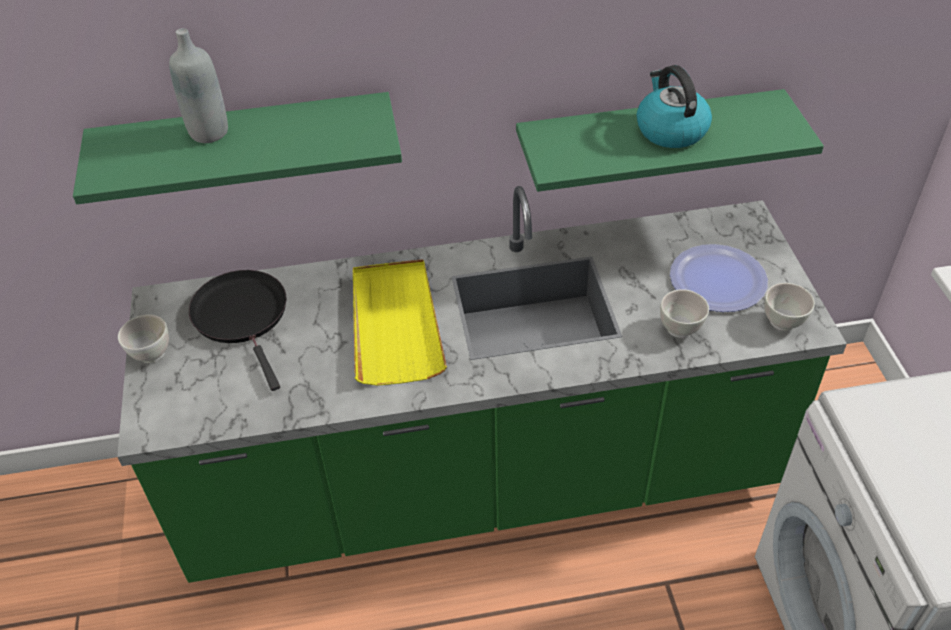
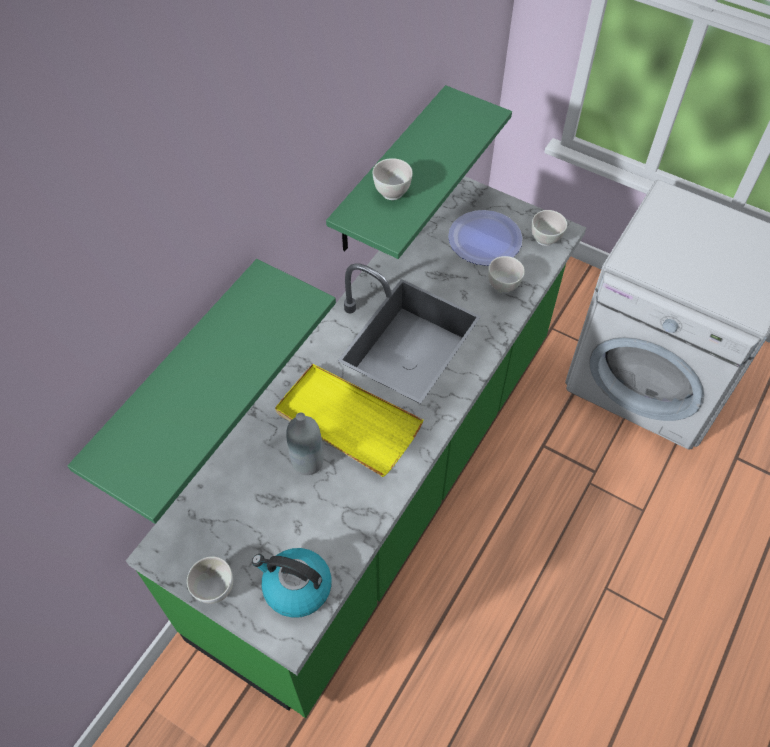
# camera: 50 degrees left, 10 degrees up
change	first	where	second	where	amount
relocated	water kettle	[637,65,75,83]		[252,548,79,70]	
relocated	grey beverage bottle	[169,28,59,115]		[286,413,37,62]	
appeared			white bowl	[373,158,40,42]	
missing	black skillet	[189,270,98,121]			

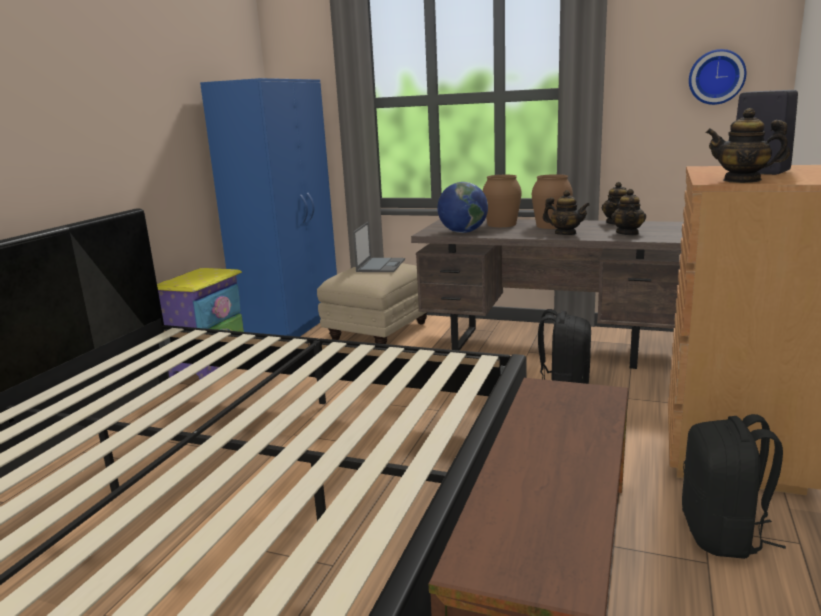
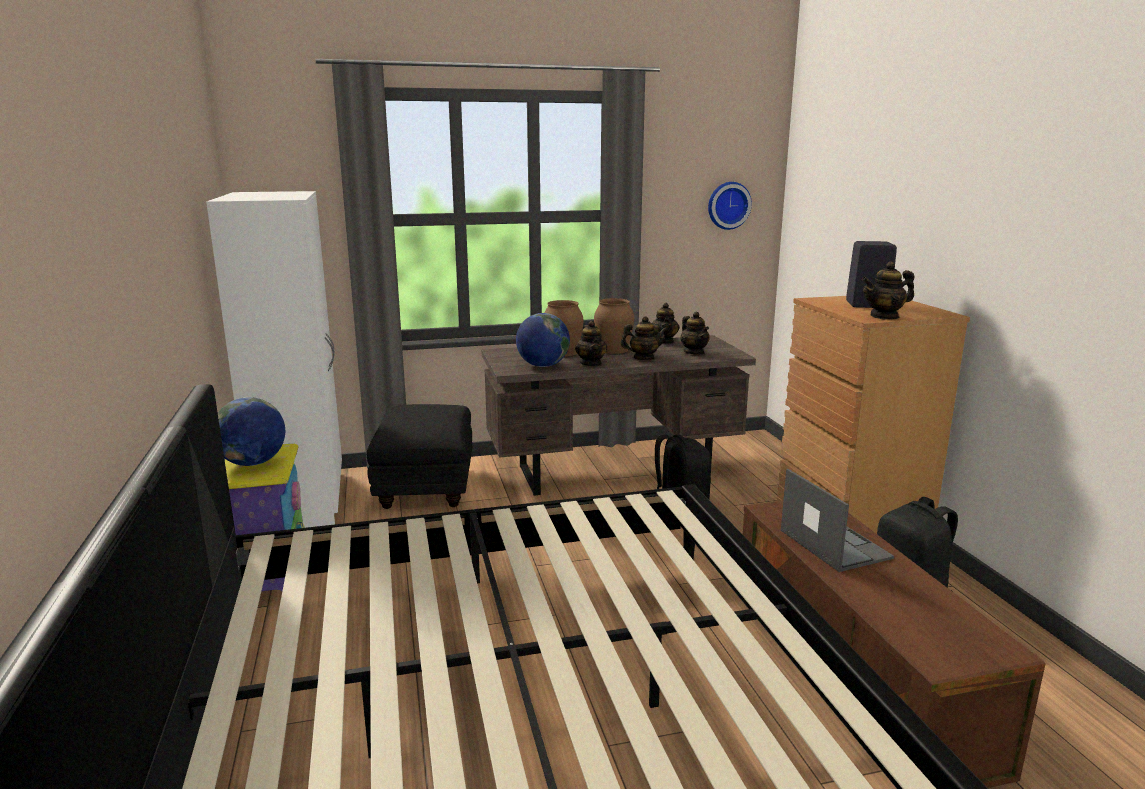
# camera: 35 degrees left, 0 degrees up
change	first	where	second	where	amount
colour	blue clothes cupboard	[200,78,137,259]	white clothes cupboard	[206,191,136,337]	
appeared			globe	[218,397,67,69]	
colour	beige-coloured ottoman	[317,263,110,81]	black ottoman	[367,404,106,105]	
appeared			pot for tea	[575,321,32,45]	
relocated	laptop	[353,222,52,50]		[781,469,113,103]	

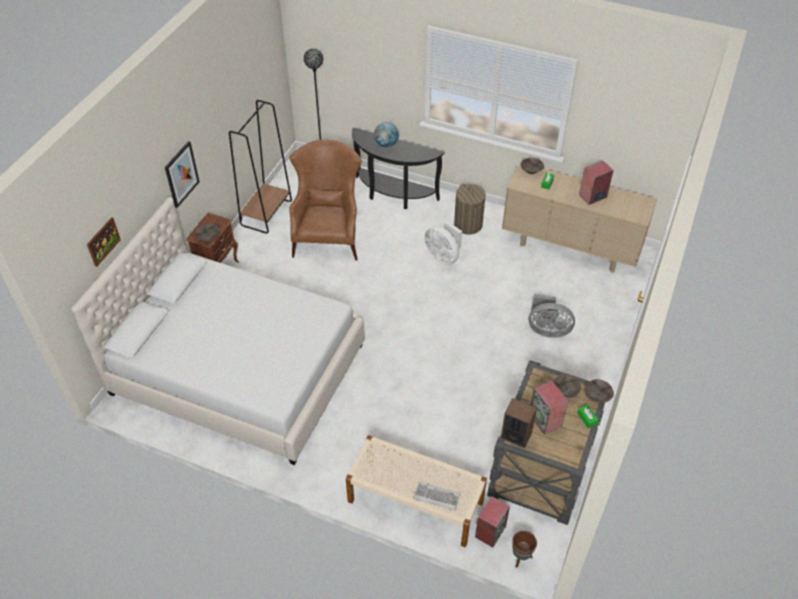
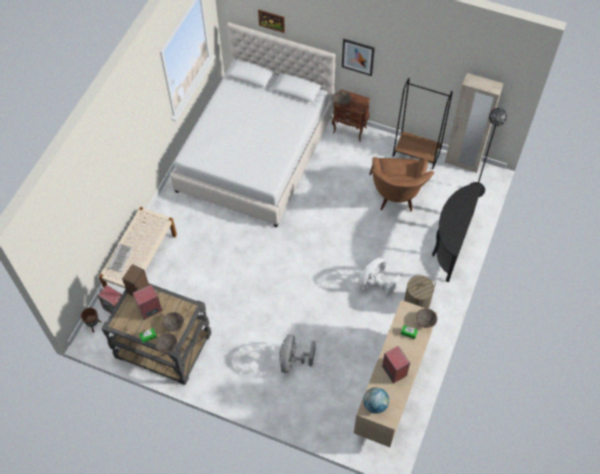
# camera: 90 degrees right, 10 degrees up
change	first	where	second	where	amount
relocated	globe	[374,122,25,25]		[363,387,26,27]	
spun	brown-coloured easy chair	[289,140,73,121]		[369,157,65,55]	90 degrees clockwise
appeared			beige-coloured clothes cupboard	[445,73,59,100]	

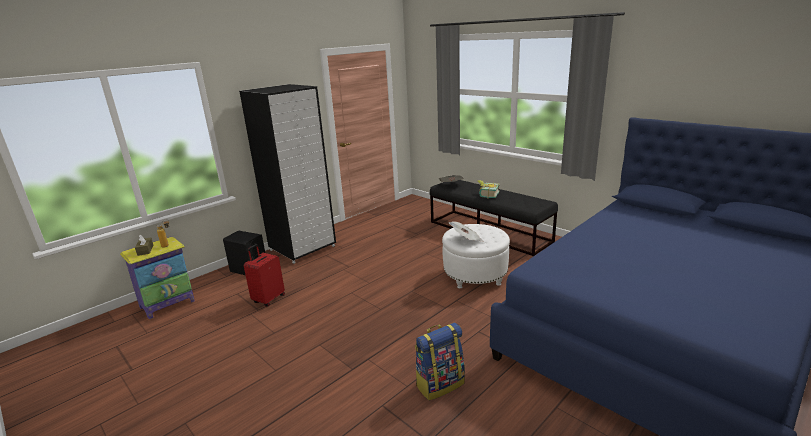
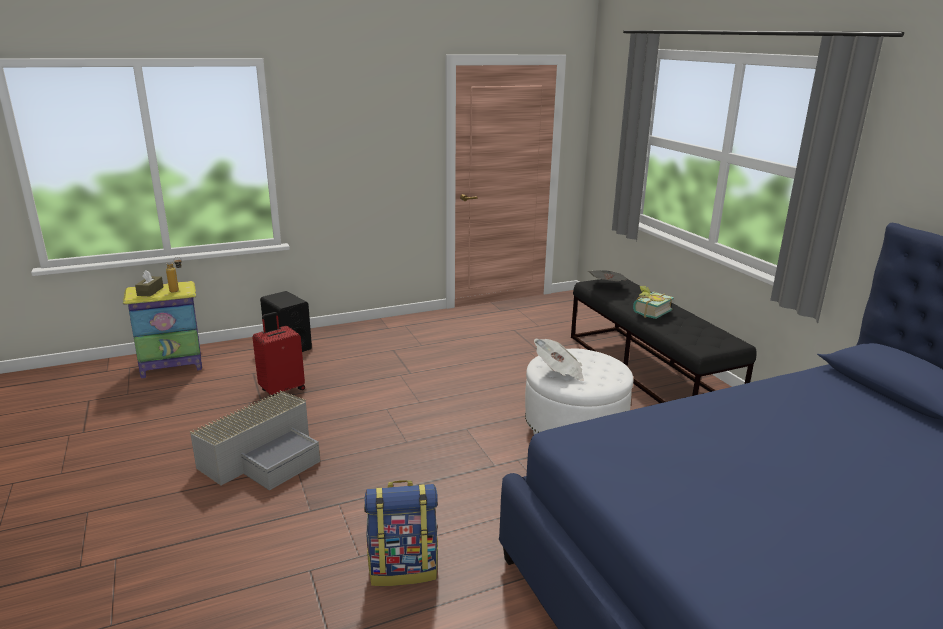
# camera: 20 degrees right, 0 degrees up
change	first	where	second	where	amount
appeared			grey storage bin	[190,391,130,100]	
missing	clothes cupboard	[239,84,97,180]			

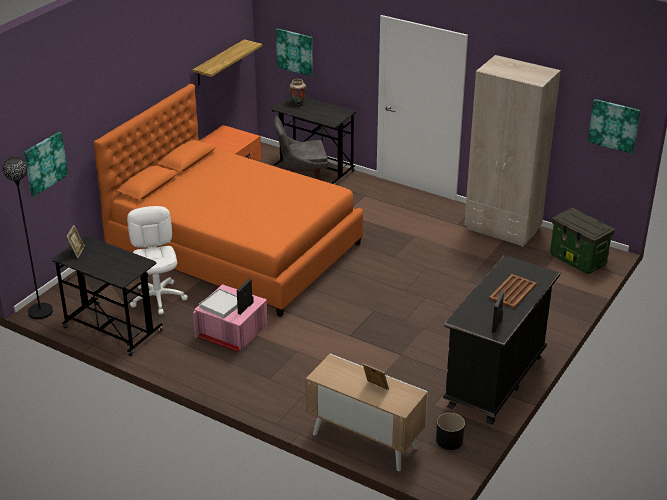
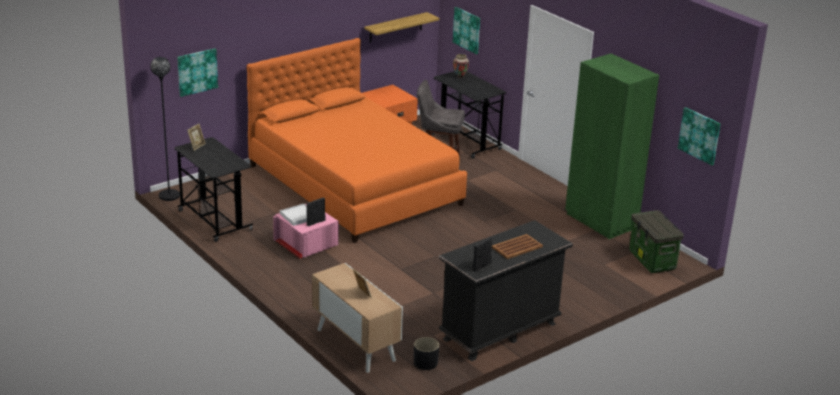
# camera: 20 degrees right, 5 degrees down
change	first	where	second	where	amount
colour	beige-coloured clothes cupboard	[464,55,97,192]	green clothes cupboard	[565,54,94,186]	
missing	white office chair	[127,206,61,109]			

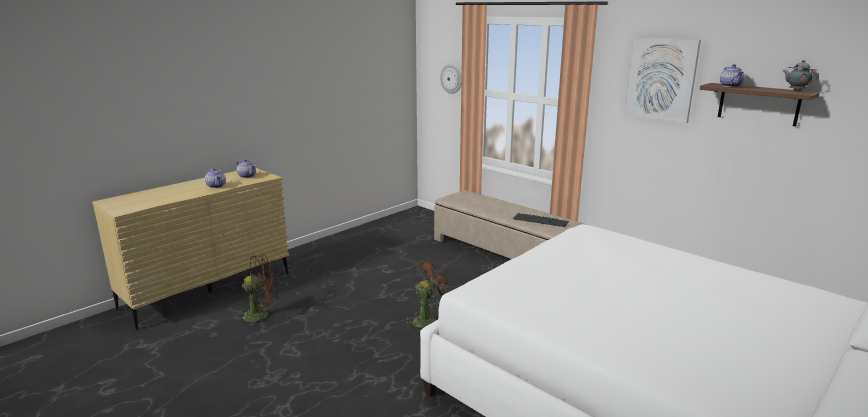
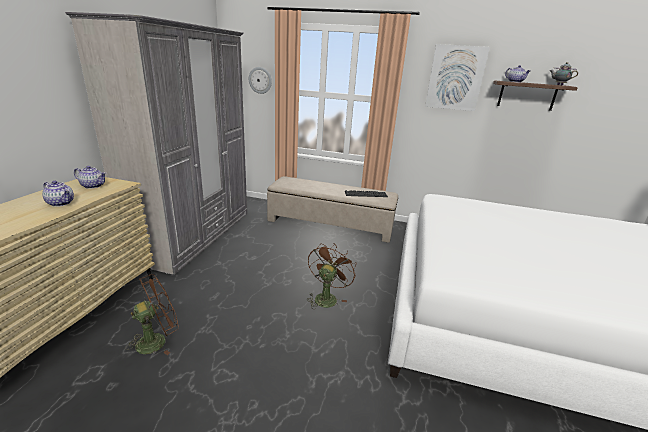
# camera: 30 degrees left, 5 degrees up
change	first	where	second	where	amount
appeared			grey clothes cupboard	[65,12,182,263]	

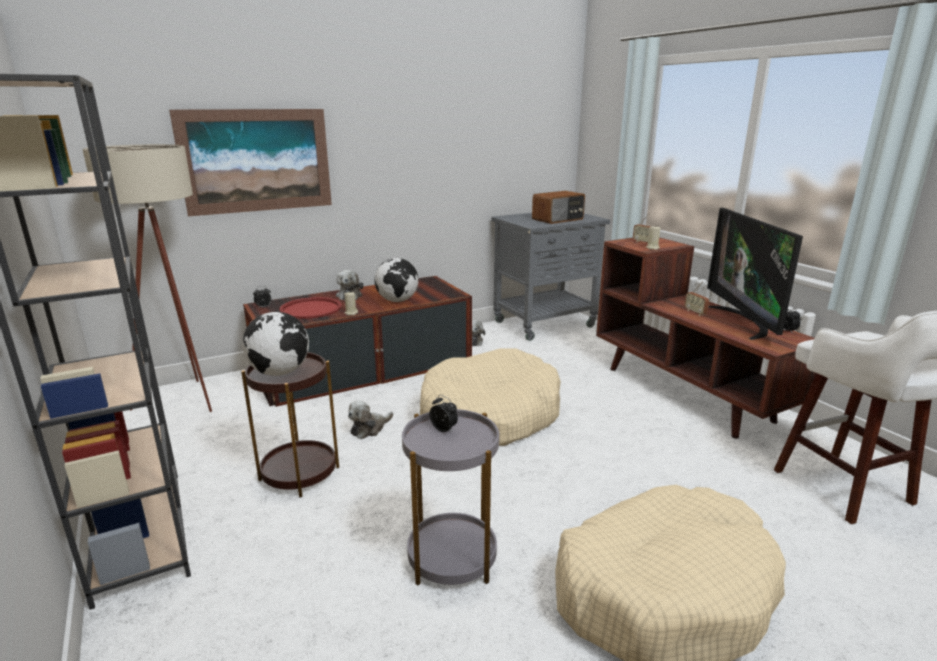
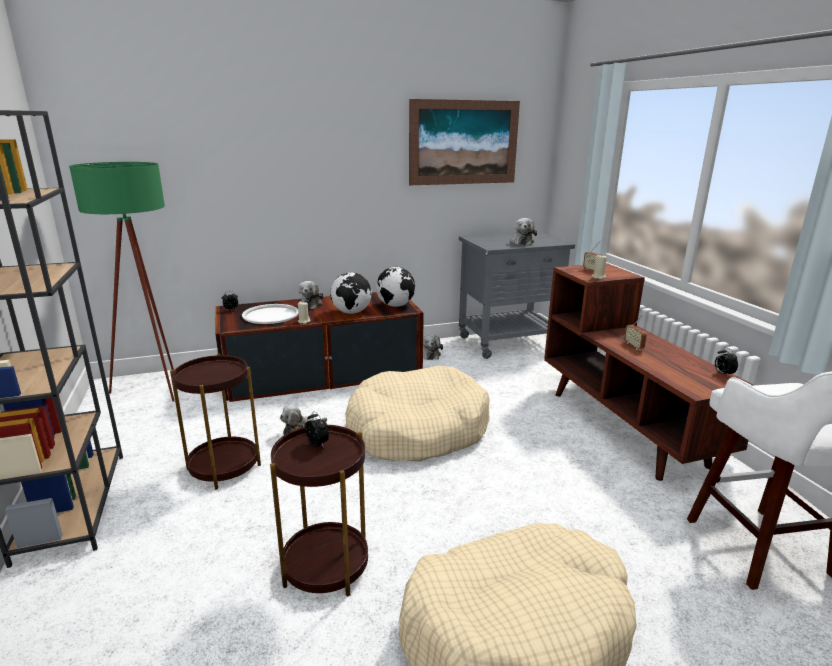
# camera: 10 degrees right, 0 degrees up
change	first	where	second	where	amount
colour	beige-coloured floor lamp	[82,144,130,268]	green floor lamp	[69,162,106,240]	
colour	reddish tray	[279,297,63,22]	white tray	[242,304,57,20]	
colour	grey accent table	[402,409,97,176]	brown-coloured accent table	[270,425,98,172]	
relocated	globe	[242,312,67,64]		[376,267,39,40]	
relocated	picture	[169,109,163,107]		[409,99,111,86]	
exchanged	radio receiver	[532,191,53,33]	cuddly toy	[511,218,26,27]	
missing	television	[707,208,96,132]			

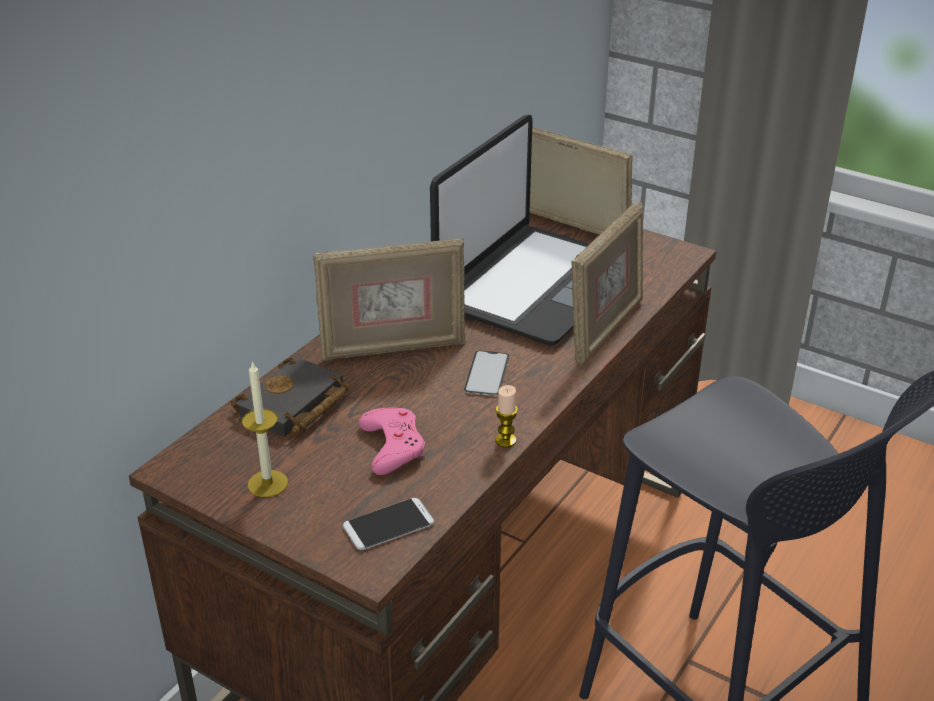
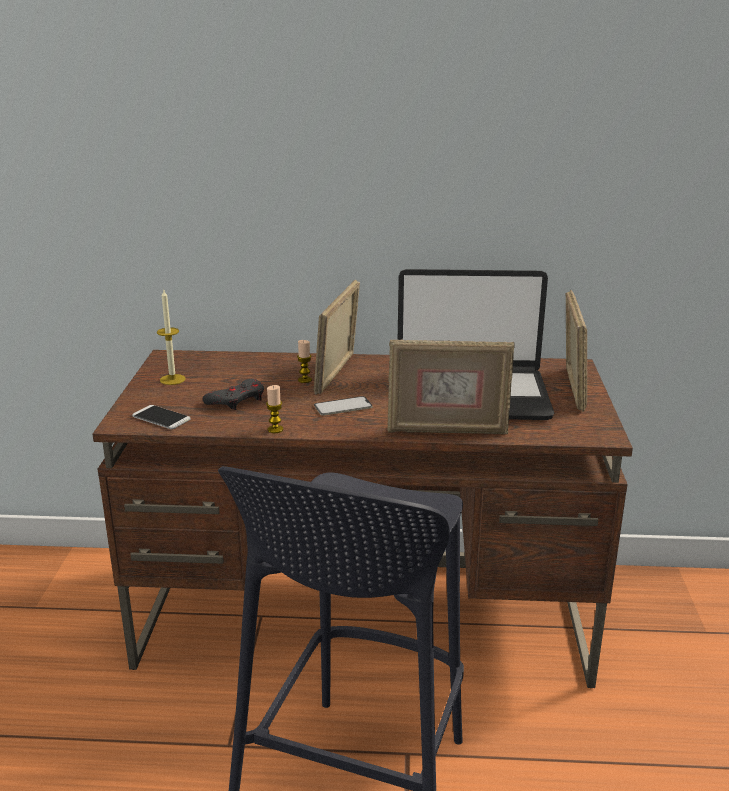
# camera: 60 degrees right, 10 degrees down
change	first	where	second	where	amount
colour	pink-coloured joypad	[359,408,66,67]	grey joypad	[203,379,61,31]	
appeared			candle	[297,340,15,43]	
spun	standing frame	[313,238,152,123]		[314,280,46,115]	60 degrees clockwise
missing	black volume	[231,357,119,80]			

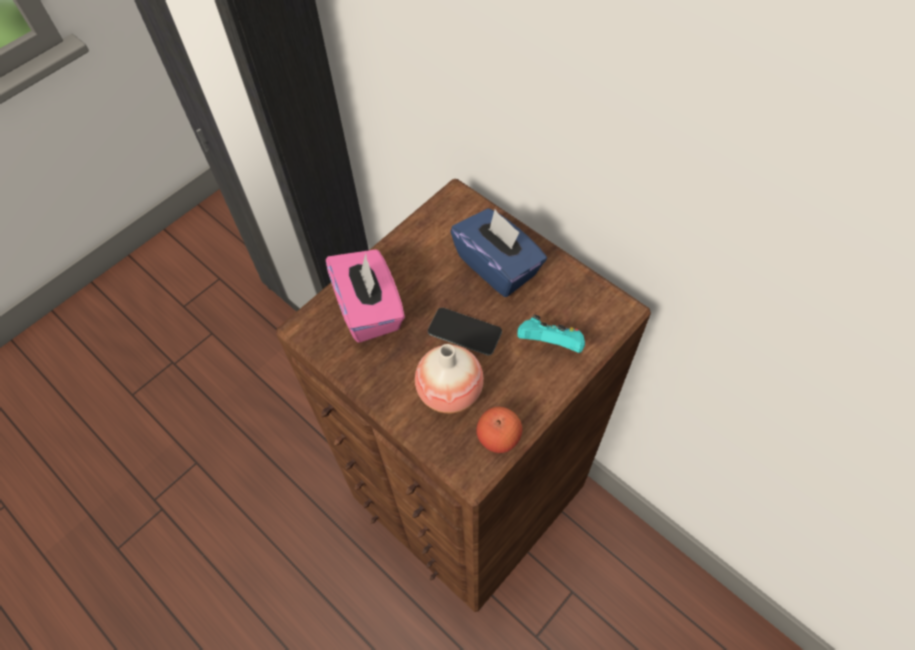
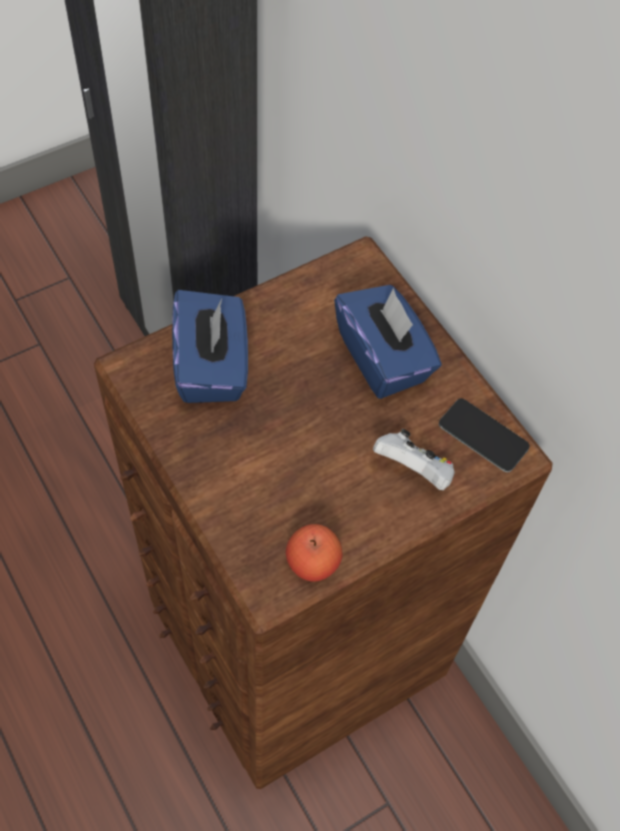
# camera: 10 degrees right, 0 degrees up
change	first	where	second	where	amount
colour	pink-coloured tissue box	[326,249,79,94]	blue tissue box	[172,290,76,113]	
colour	turquoise-coloured joypad	[517,314,68,39]	white joypad	[373,429,82,61]	
relocated	telephone	[428,308,74,47]		[439,399,91,73]	
missing	flower vase	[415,344,69,69]			

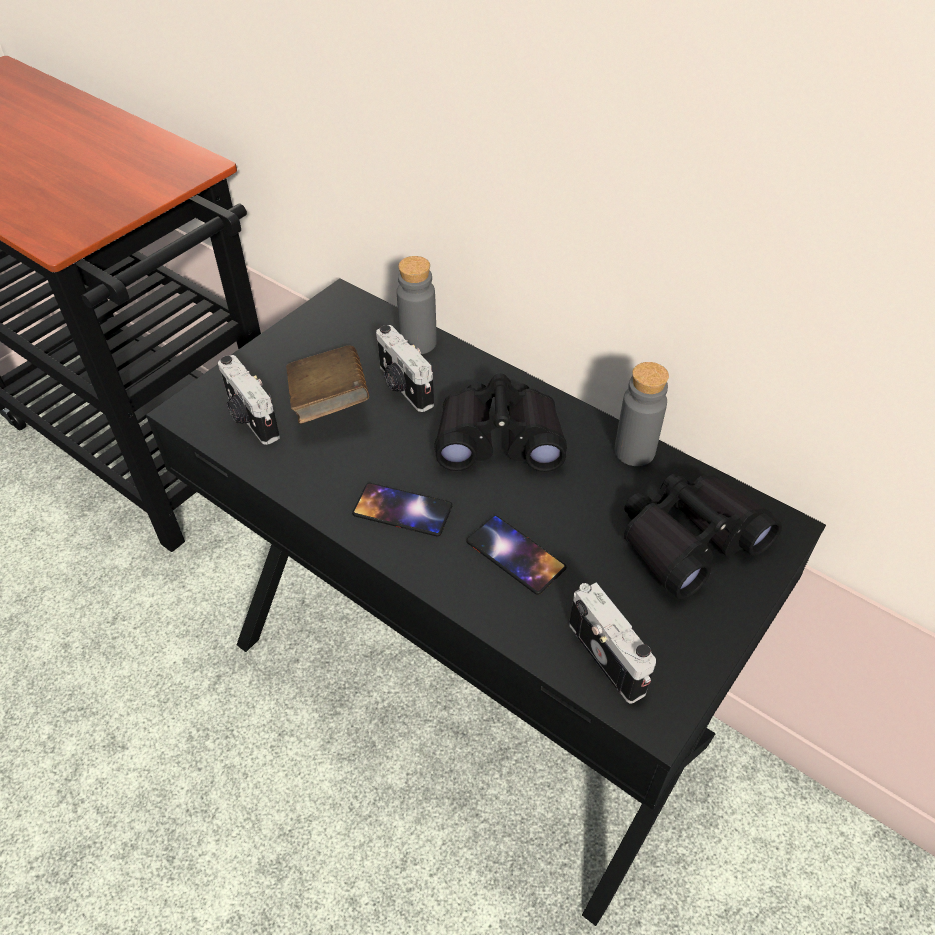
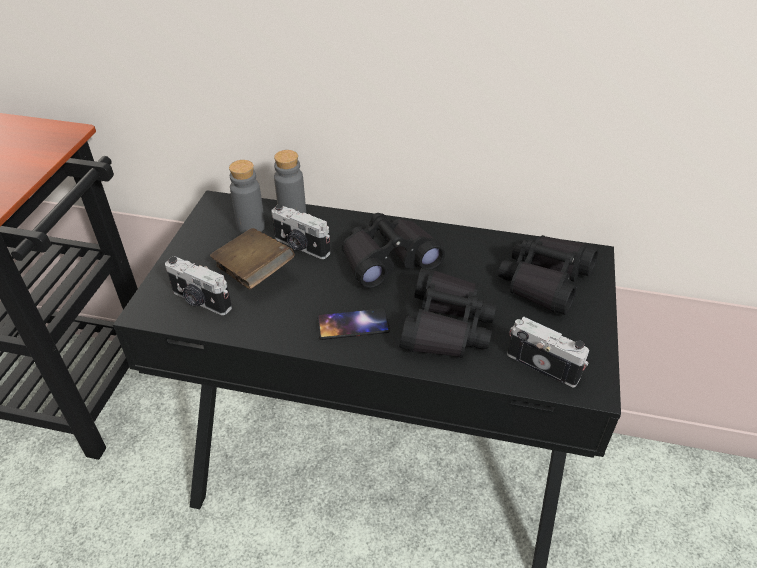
# camera: 25 degrees left, 5 degrees down
change	first	where	second	where	amount
relocated	grey beverage bottle	[614,362,55,104]		[229,160,36,74]	
exchanged	telephone	[466,515,100,80]	black binoculars	[399,268,97,90]	

